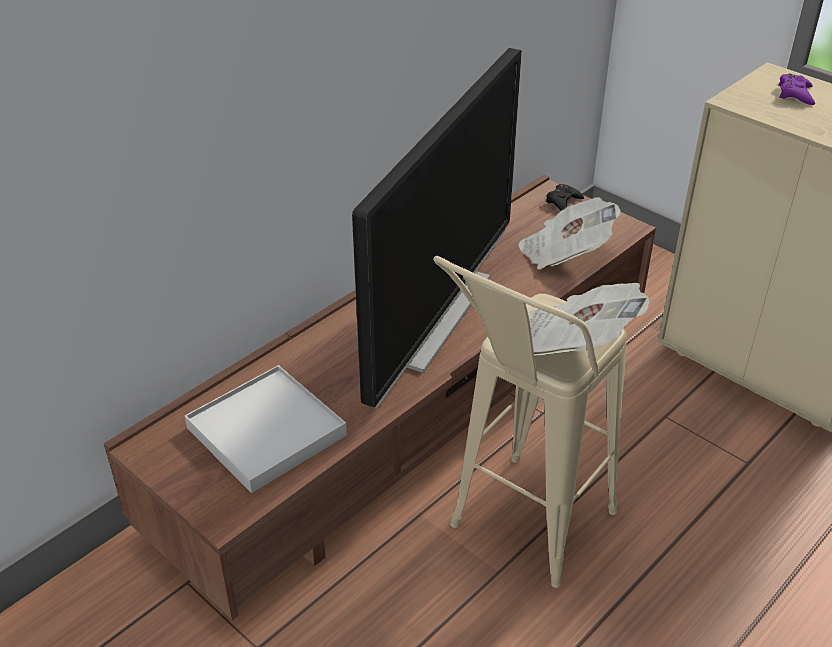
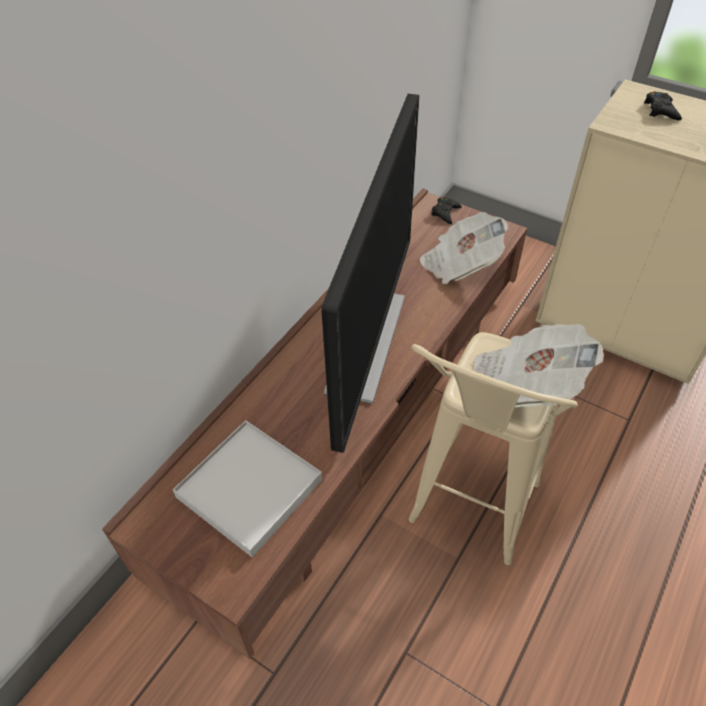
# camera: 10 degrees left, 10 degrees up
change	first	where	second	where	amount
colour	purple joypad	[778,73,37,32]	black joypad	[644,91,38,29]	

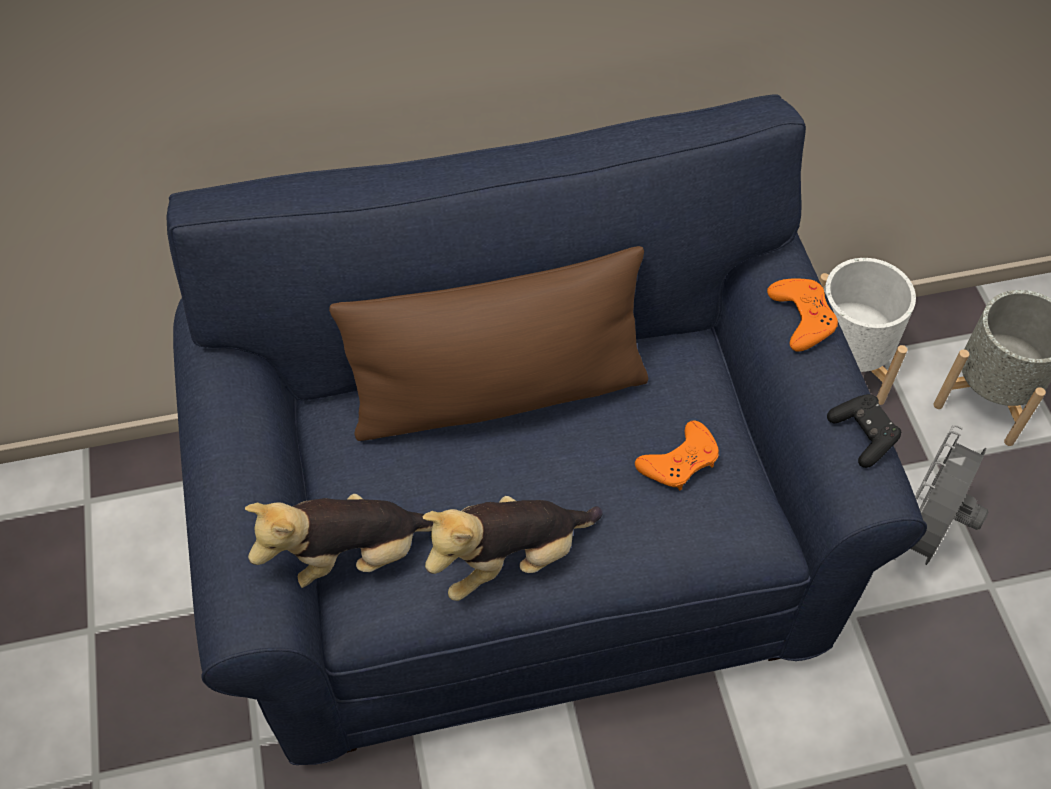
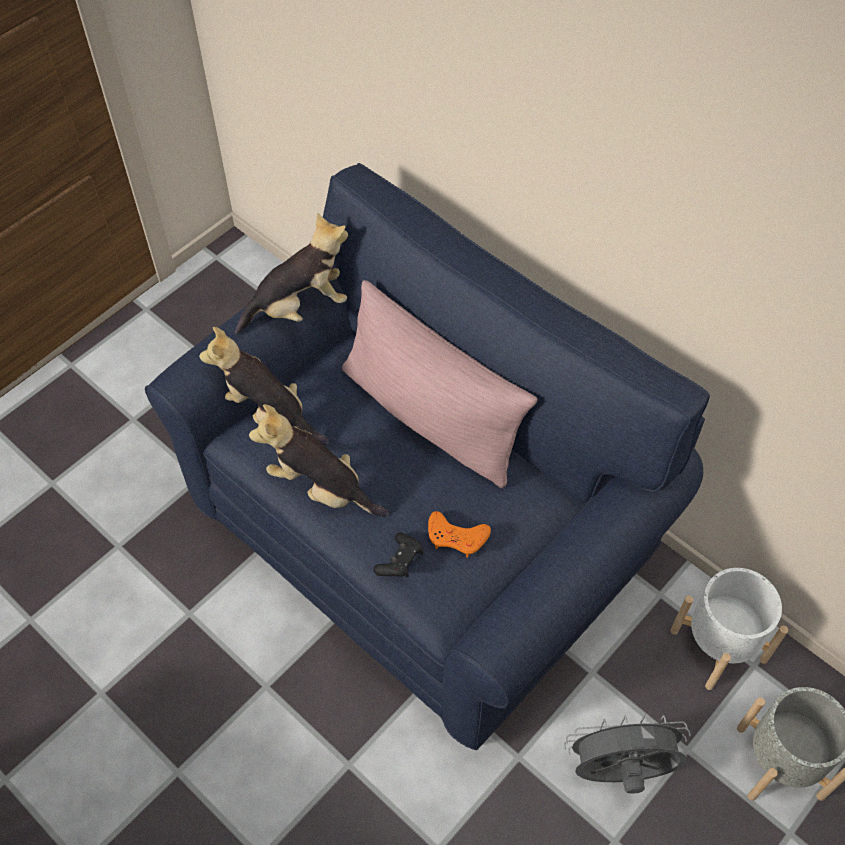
# camera: 55 degrees right, 0 degrees up
change	first	where	second	where	amount
appeared			cuddly toy	[235,213,113,121]	
colour	brown-coloured pillow	[329,246,319,195]	pink-coloured pillow	[342,280,195,208]	
relocated	black joypad	[827,394,74,74]		[373,533,50,44]	
missing	orange-coloured joypad	[767,278,71,74]			

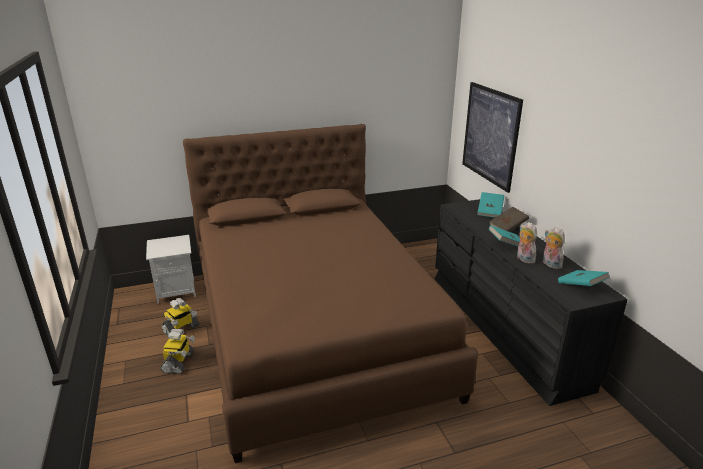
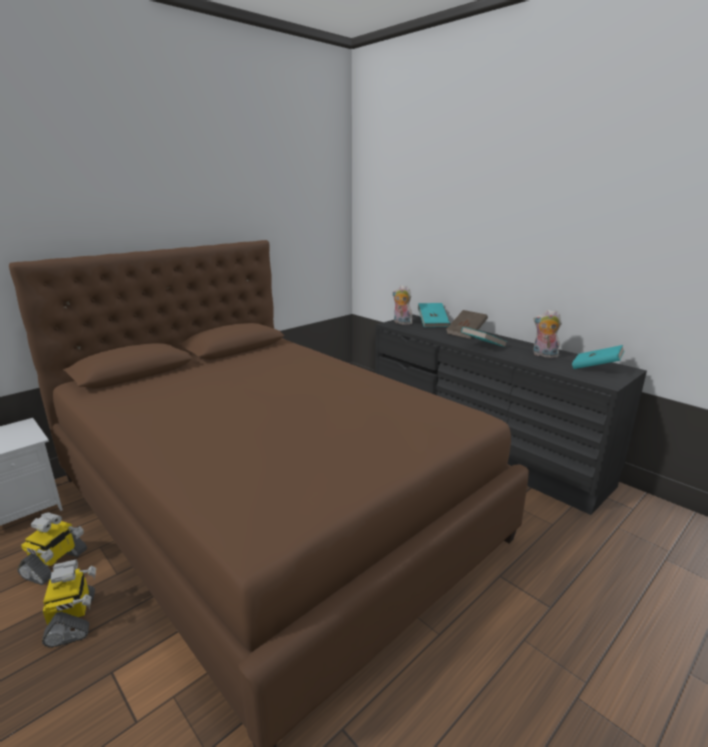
# camera: 25 degrees left, 5 degrees down
change	first	where	second	where	amount
relocated	cuddly toy	[517,222,20,42]		[392,285,20,40]	
missing	picture	[462,82,61,111]			

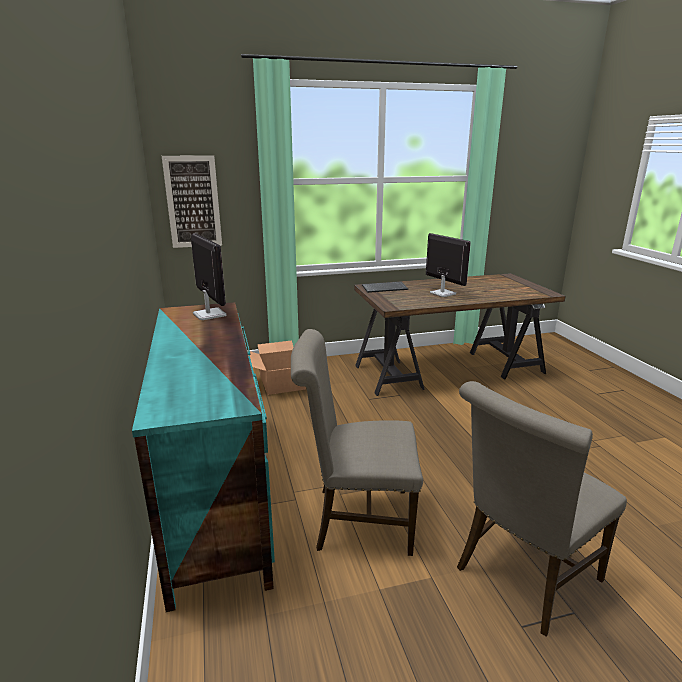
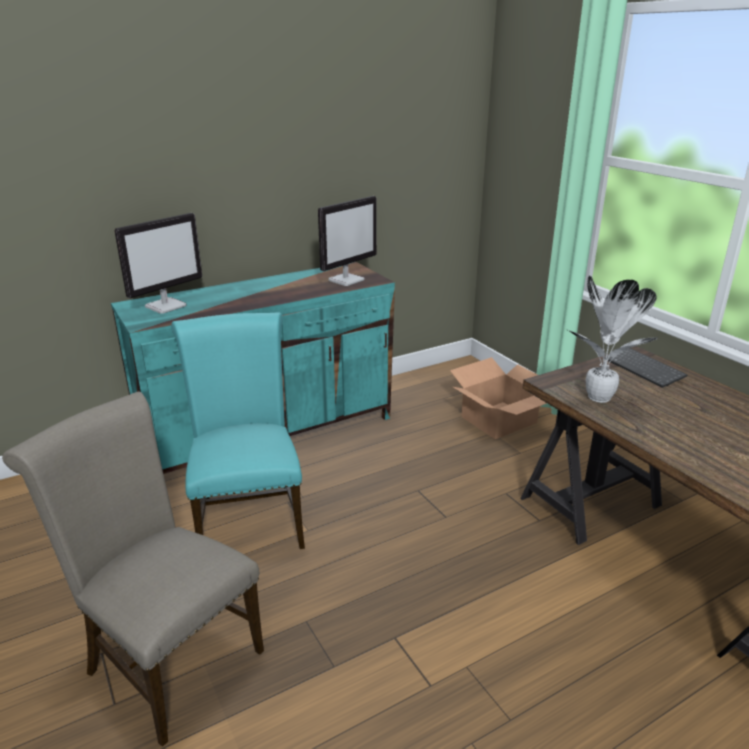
# camera: 75 degrees right, 5 degrees up
change	first	where	second	where	amount
relocated	computer screen	[426,233,45,64]		[114,213,88,101]	
colour	beige-coloured plain chair	[291,329,132,227]	turquoise-coloured plain chair	[171,312,134,237]	
appeared			plant in a pot	[568,276,90,127]	
missing	picture	[162,155,60,93]			

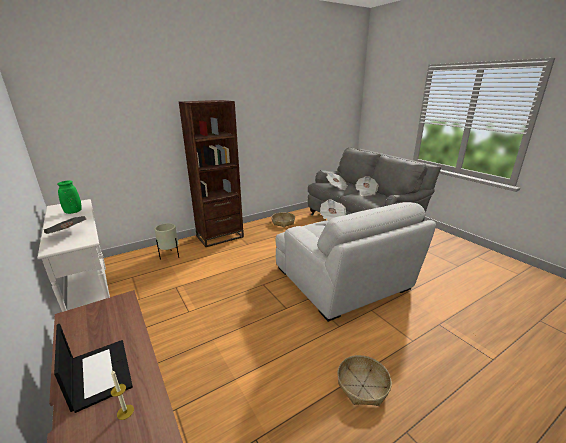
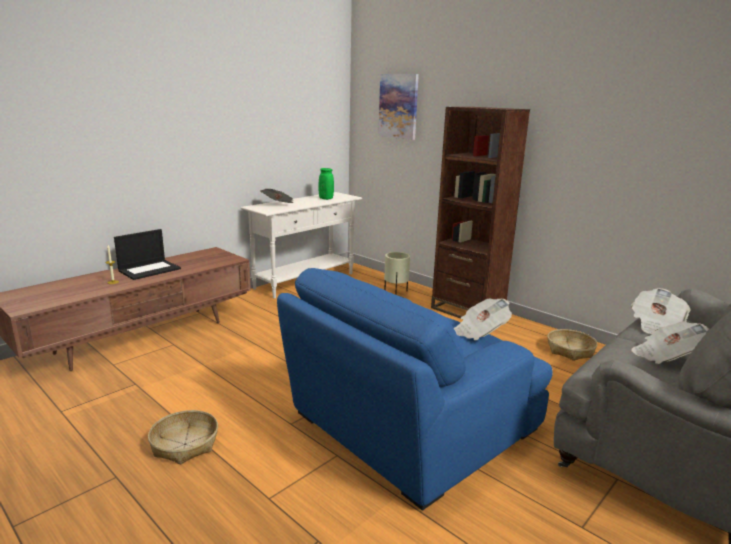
# camera: 75 degrees right, 5 degrees down
change	first	where	second	where	amount
colour	white easy chair	[276,202,160,120]	blue easy chair	[277,268,276,243]	
appeared			picture	[378,74,41,66]	

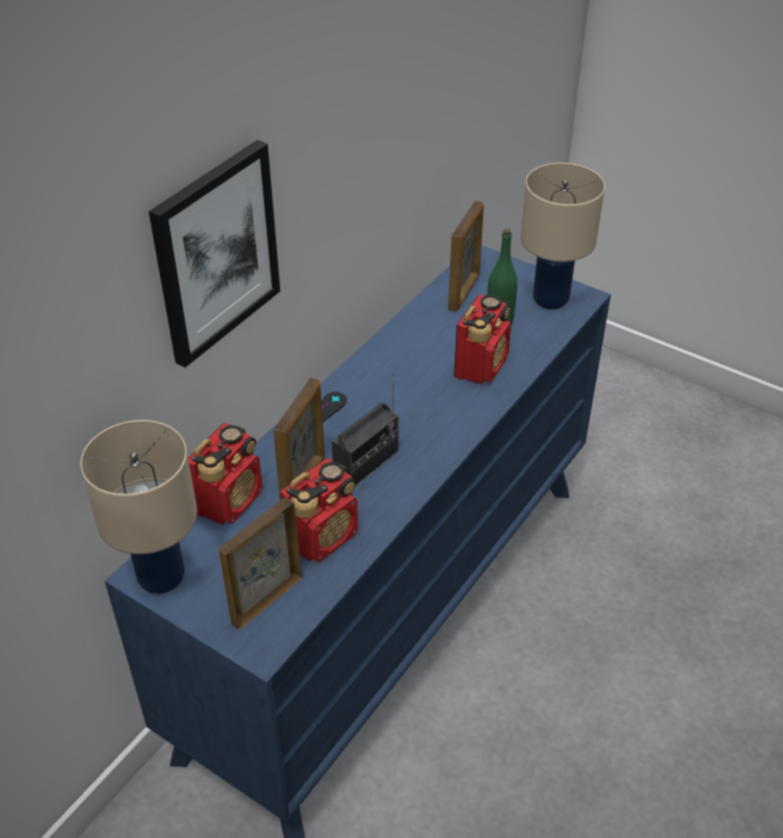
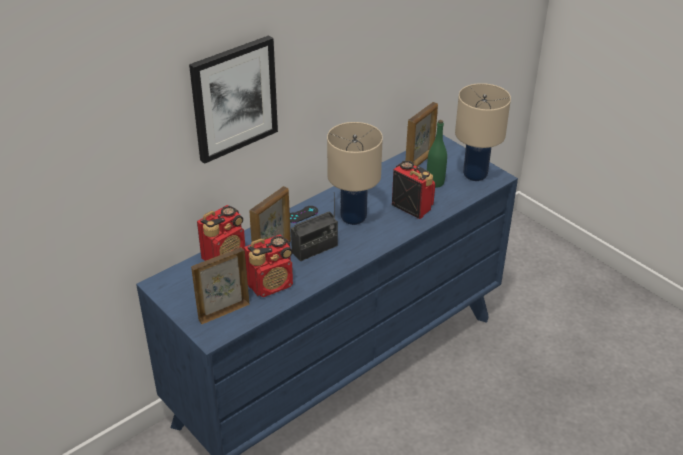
# camera: 15 degrees right, 5 degrees down
change	first	where	second	where	amount
relocated	beige-coloured lamp for a table	[80,420,117,174]		[327,122,56,103]	
spun	radio receiver	[454,294,58,90]		[392,161,43,58]	90 degrees counterclockwise

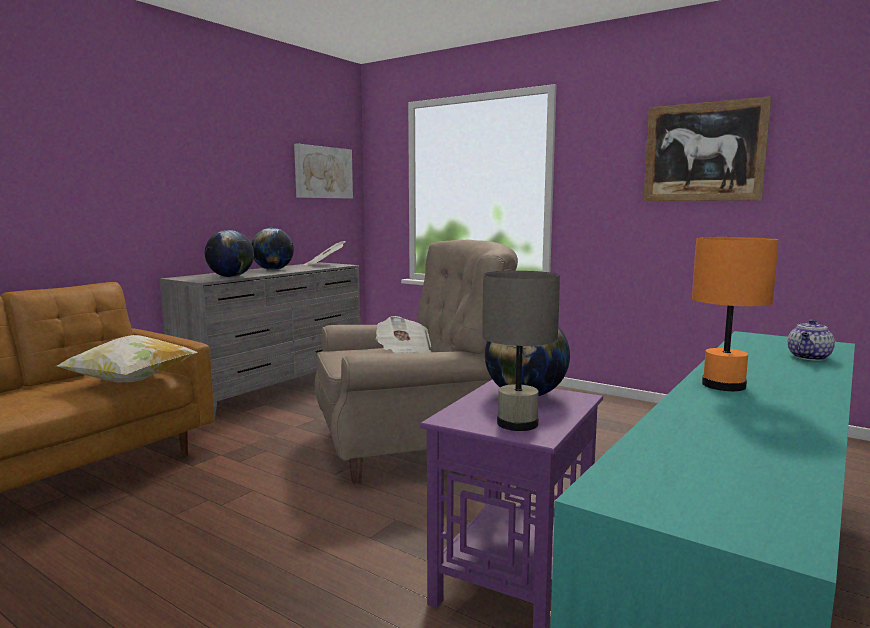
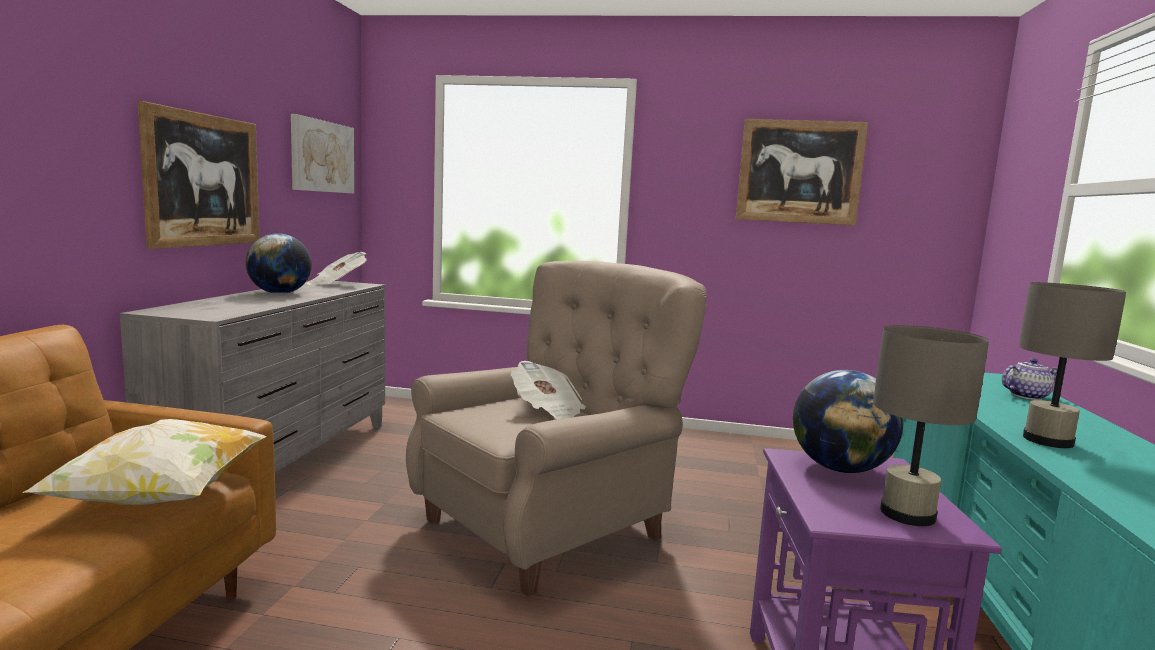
# camera: 25 degrees left, 0 degrees up
change	first	where	second	where	amount
appeared			picture	[138,101,121,148]	
spun	pot for tea	[788,319,47,42]		[1002,358,56,42]	120 degrees counterclockwise
colour	orange-coloured lamp for a table	[692,237,86,154]	grey lamp for a table	[1019,282,107,166]	
missing	globe	[205,230,49,47]			

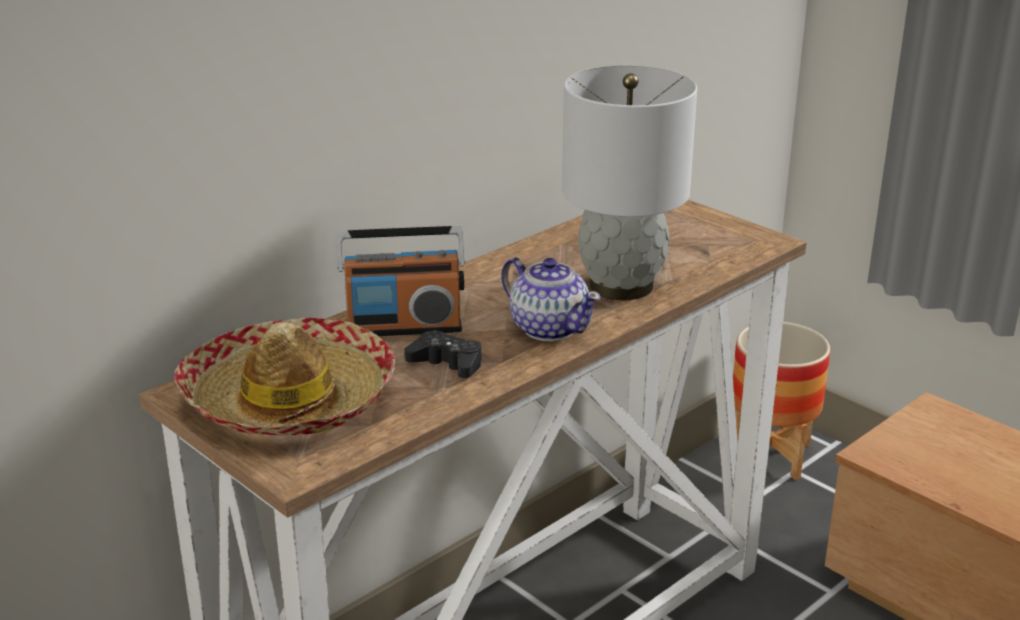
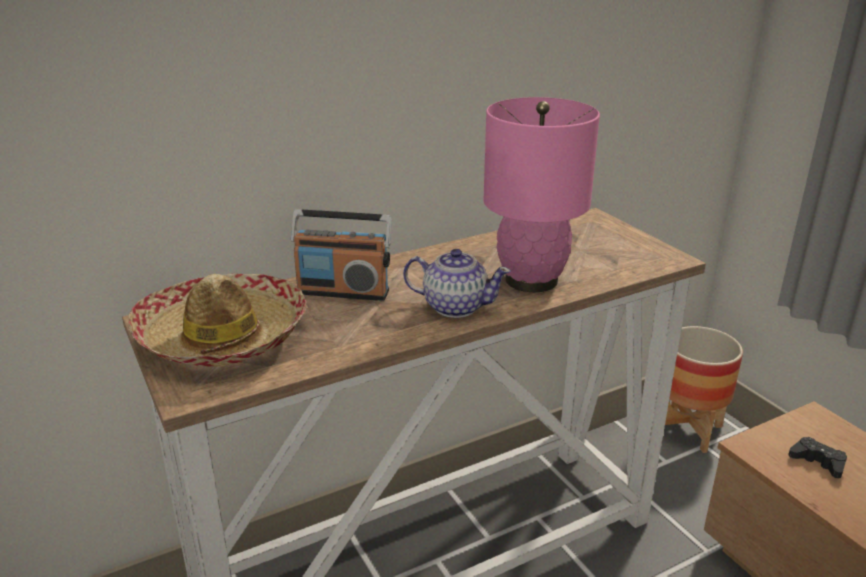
# camera: 15 degrees right, 0 degrees up
change	first	where	second	where	amount
spun	pot for tea	[501,257,100,84]		[403,249,108,69]	45 degrees counterclockwise
colour	white lamp for a table	[562,65,135,235]	pink-coloured lamp for a table	[484,97,116,195]	
relocated	black joypad	[404,330,77,48]		[788,437,59,41]	

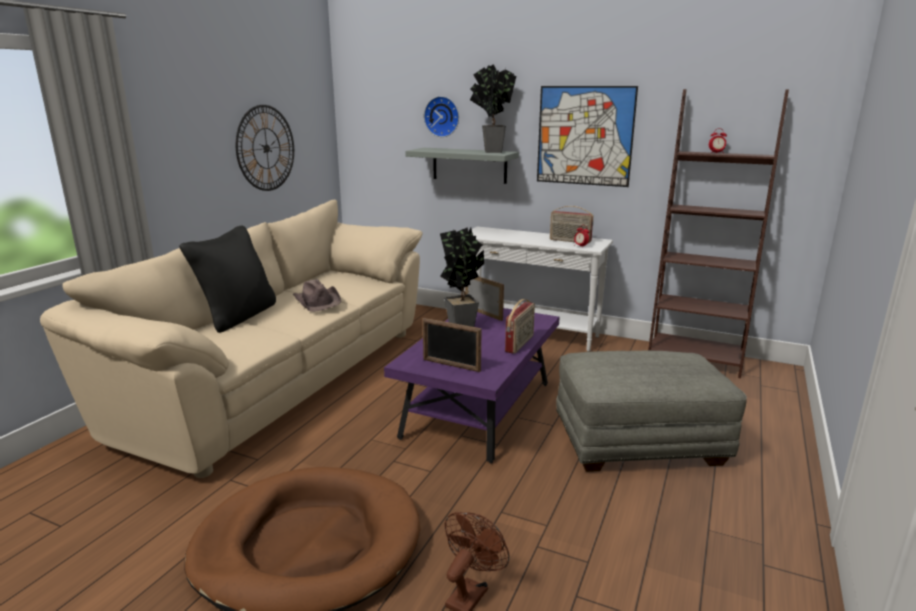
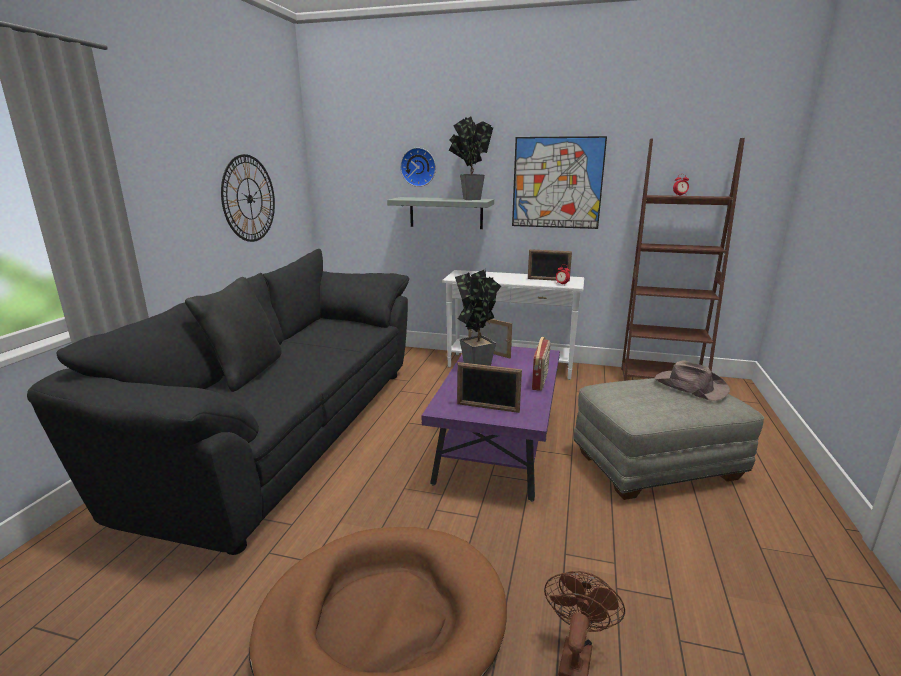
# camera: 10 degrees left, 0 degrees up
change	first	where	second	where	amount
colour	beige-coloured couch	[40,200,383,278]	black couch	[27,249,382,306]	
exchanged	radio receiver	[550,206,43,38]	standing frame	[528,249,44,32]	
relocated	brown-coloured clothing hat	[293,279,48,33]		[655,360,75,41]	

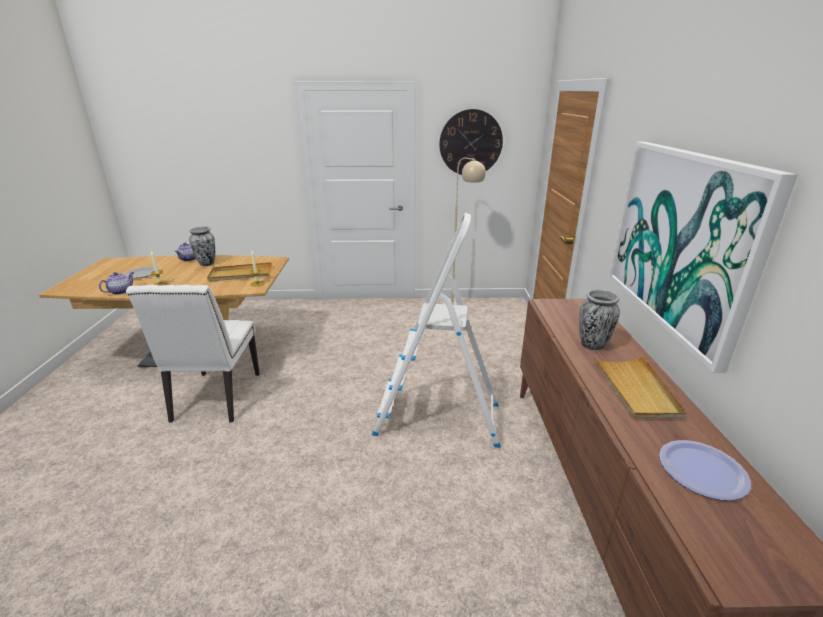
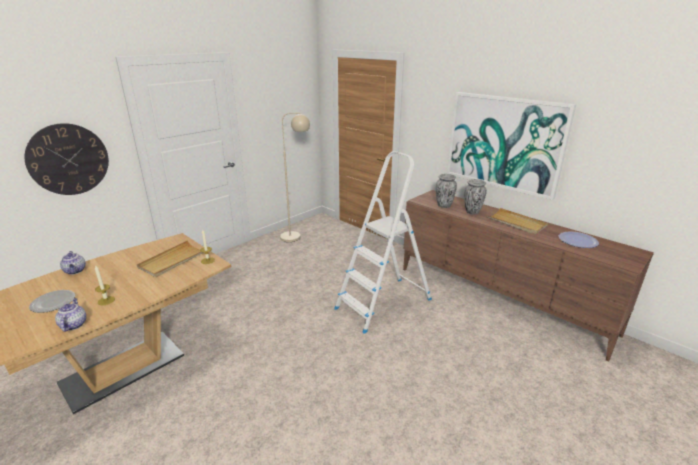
# camera: 45 degrees left, 0 degrees up
change	first	where	second	where	amount
relocated	hanging clock	[440,109,63,66]		[25,123,84,72]	
relocated	flower vase	[189,227,26,39]		[436,174,21,34]	
missing	white plain chair	[126,285,134,138]			

